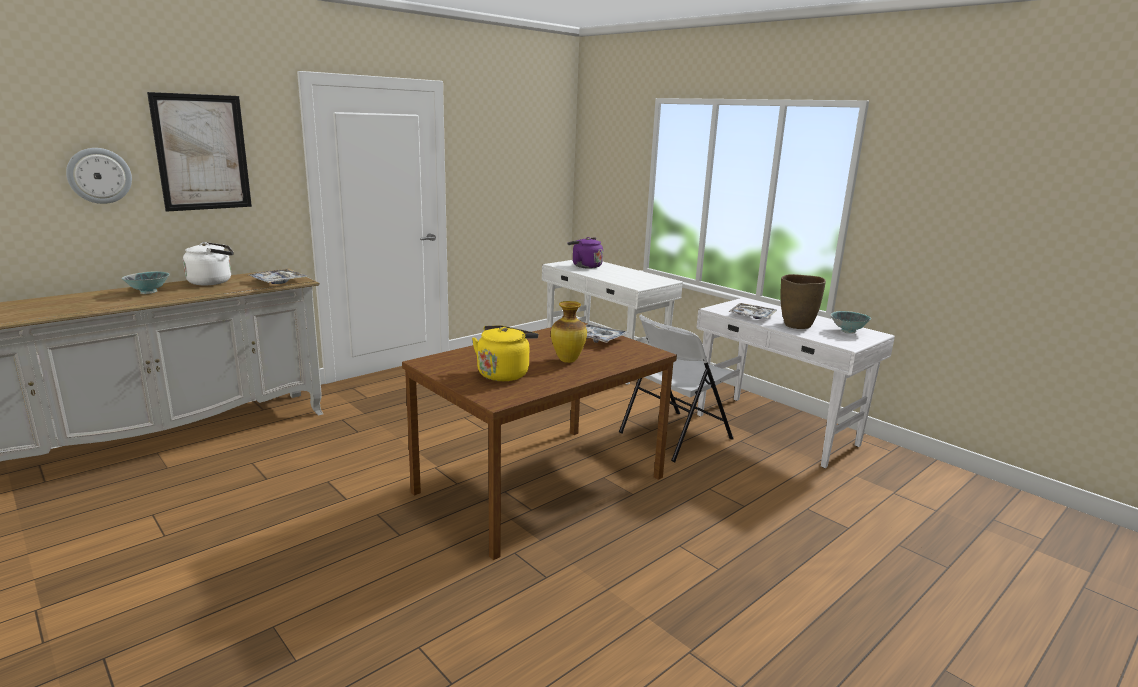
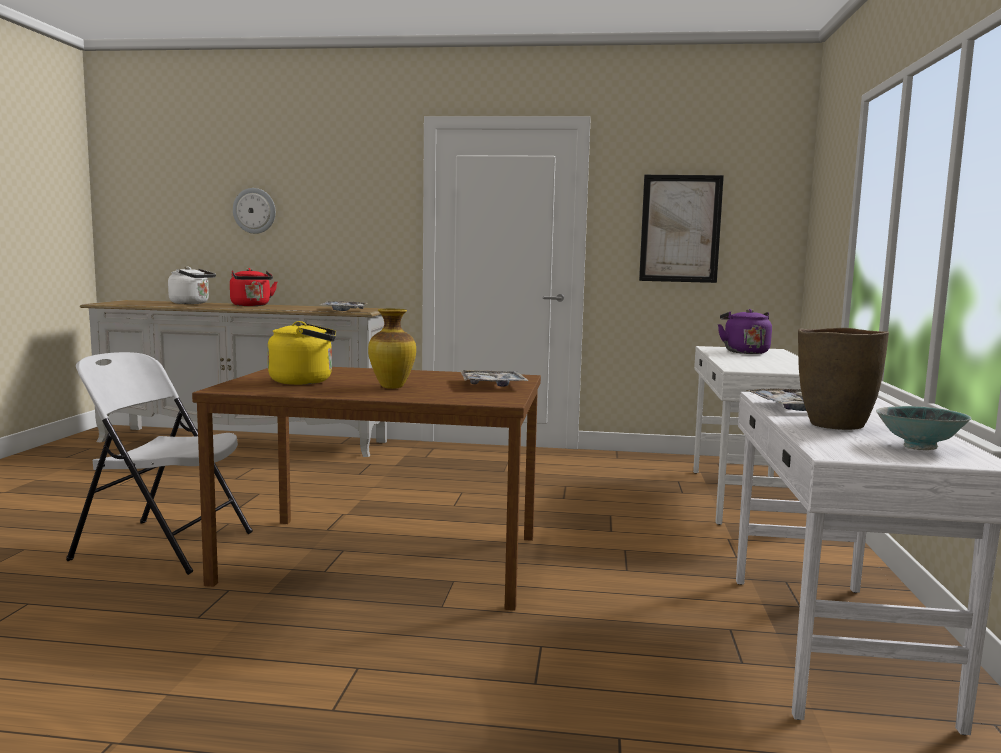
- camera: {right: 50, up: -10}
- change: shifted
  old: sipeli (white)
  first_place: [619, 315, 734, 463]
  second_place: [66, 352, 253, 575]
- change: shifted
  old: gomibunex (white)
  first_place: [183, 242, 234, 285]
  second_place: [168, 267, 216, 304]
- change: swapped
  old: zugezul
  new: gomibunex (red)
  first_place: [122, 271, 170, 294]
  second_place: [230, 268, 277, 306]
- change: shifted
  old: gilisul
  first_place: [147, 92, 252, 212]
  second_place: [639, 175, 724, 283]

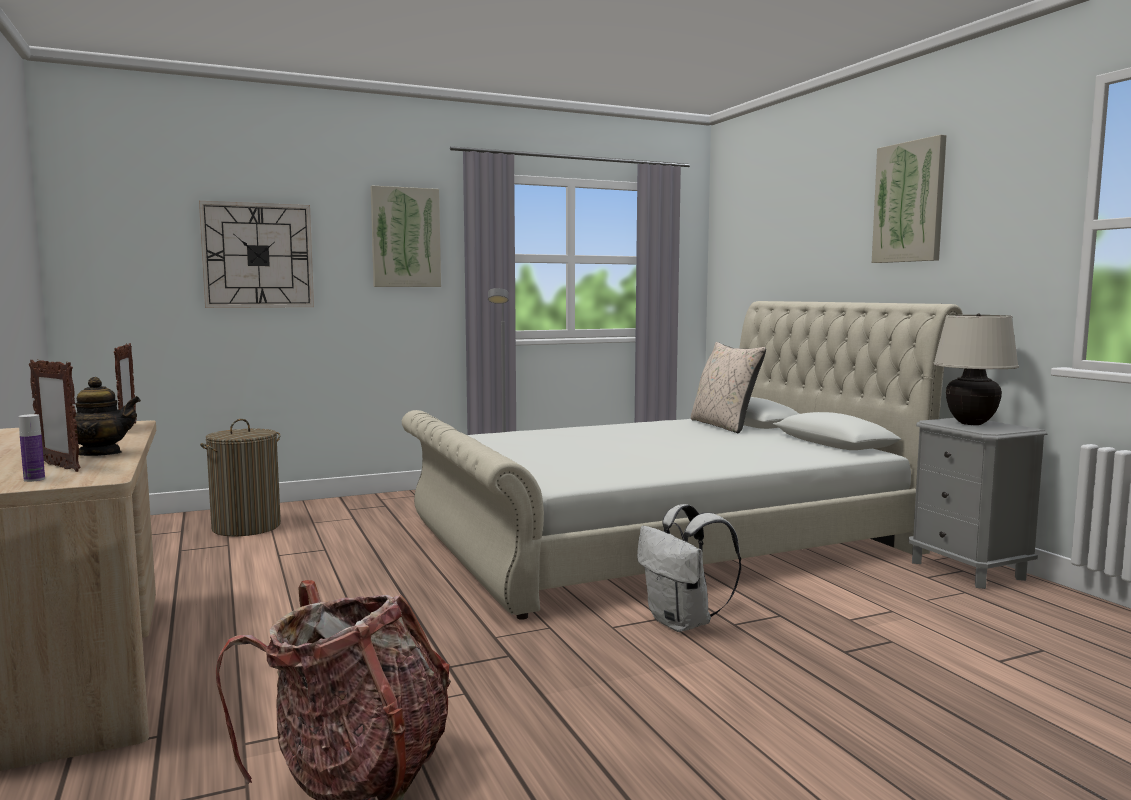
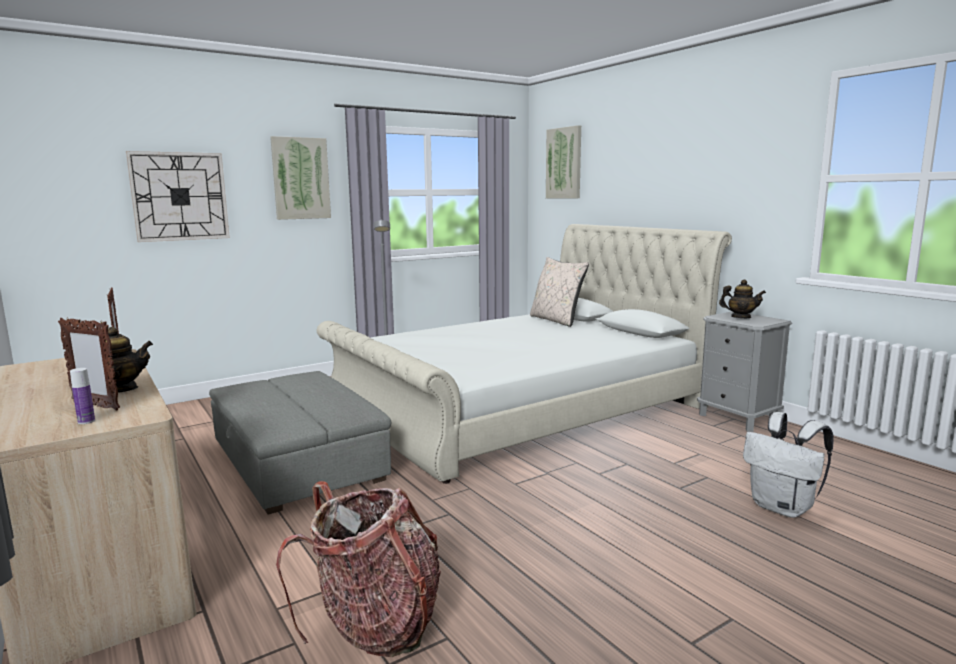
- camera: {right: -10, up: 5}
- change: new
  new: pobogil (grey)
  second_place: [209, 371, 391, 515]
- change: shifted
  old: gilisul
  first_place: [872, 135, 947, 263]
  second_place: [546, 125, 581, 198]
- change: swapped
  old: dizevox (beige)
  new: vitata
  first_place: [933, 314, 1019, 425]
  second_place: [719, 279, 766, 318]
- change: shifted
  old: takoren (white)
  first_place: [637, 504, 741, 632]
  second_place: [743, 412, 834, 518]
- change: gone
  old: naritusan
  first_place: [200, 419, 281, 536]

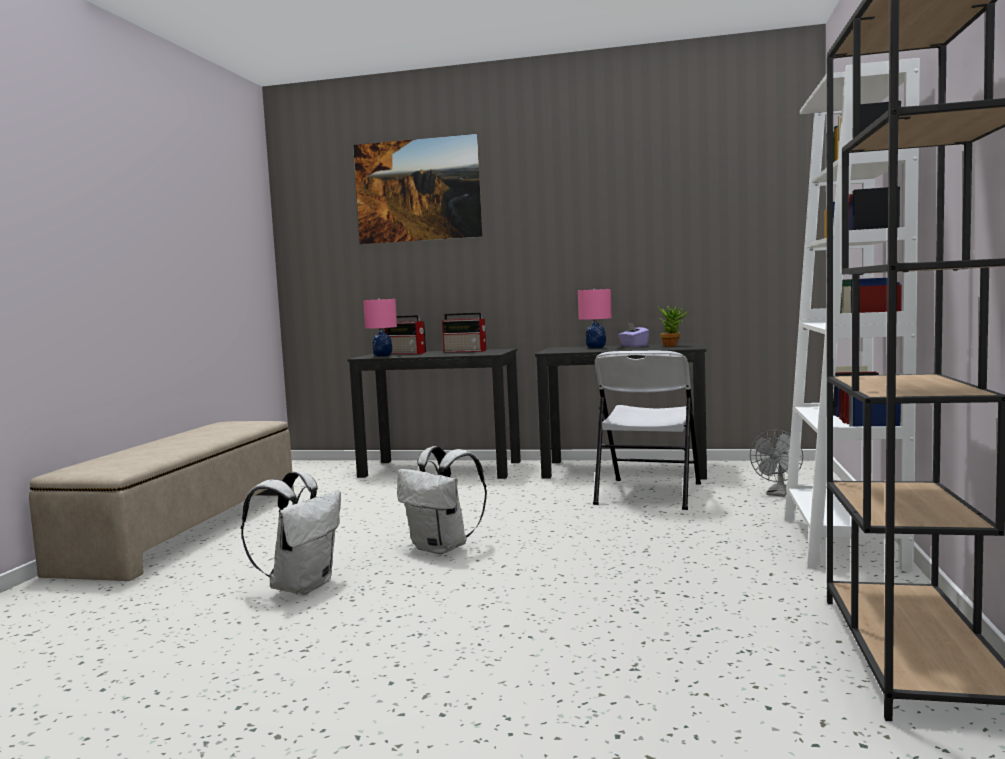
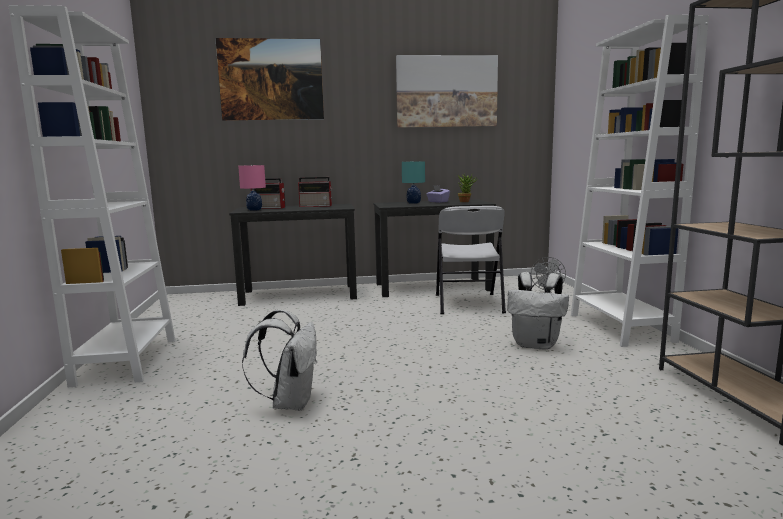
- camera: {right: -20, up: 5}
- change: swapped
  old: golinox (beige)
  new: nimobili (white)
  first_place: [29, 421, 294, 581]
  second_place: [8, 5, 176, 387]
- change: new
  new: gilisul
  second_place: [396, 55, 498, 128]
- change: repainted
  old: dizevox (pink)
  new: dizevox (turquoise)
  first_place: [578, 289, 612, 348]
  second_place: [402, 161, 425, 204]
- change: shifted
  old: takoren (white)
  first_place: [397, 446, 487, 555]
  second_place: [507, 272, 569, 350]

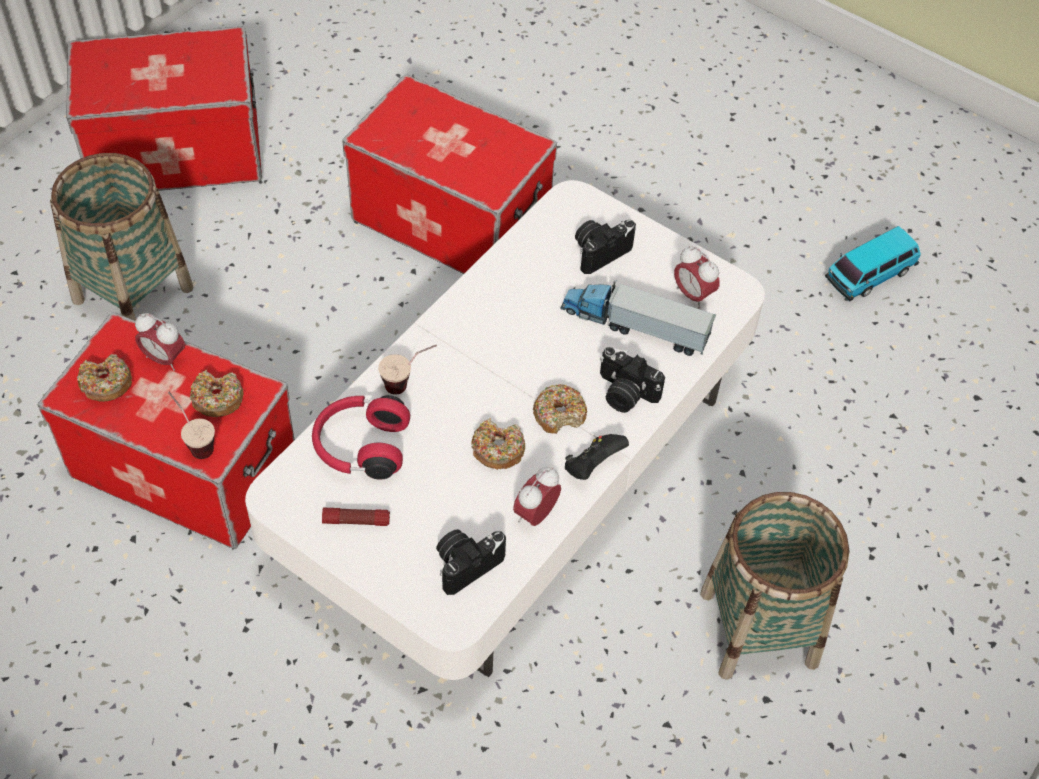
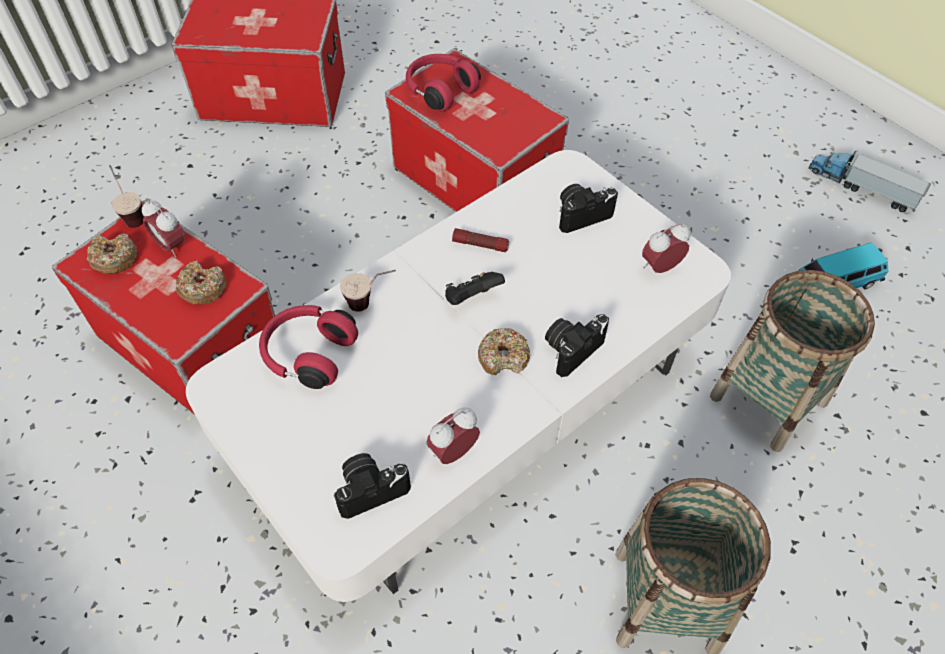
- camera: {right: 15, up: 0}
- change: shifted
  old: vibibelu
  first_place: [168, 392, 215, 459]
  second_place: [109, 165, 144, 228]
- change: new
  new: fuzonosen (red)
  second_place: [406, 54, 481, 111]
- change: shifted
  old: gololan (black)
  first_place: [565, 434, 629, 480]
  second_place: [445, 272, 505, 305]
- change: shifted
  old: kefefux
  first_place: [322, 508, 390, 526]
  second_place: [452, 228, 509, 252]
- change: rotated
  old: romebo
  first_place: [600, 347, 665, 413]
  second_place: [545, 314, 609, 377]
  degrees: 90
- change: rotated
  old: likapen
  first_place: [674, 246, 719, 309]
  second_place: [642, 223, 691, 273]
  degrees: 90
- change: shifted
  old: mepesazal
  first_place: [50, 153, 194, 321]
  second_place: [710, 270, 875, 452]
- change: shifted
  old: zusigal
  first_place: [561, 280, 716, 356]
  second_place: [808, 151, 931, 212]
- change: gone
  old: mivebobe
  first_place: [471, 418, 525, 470]

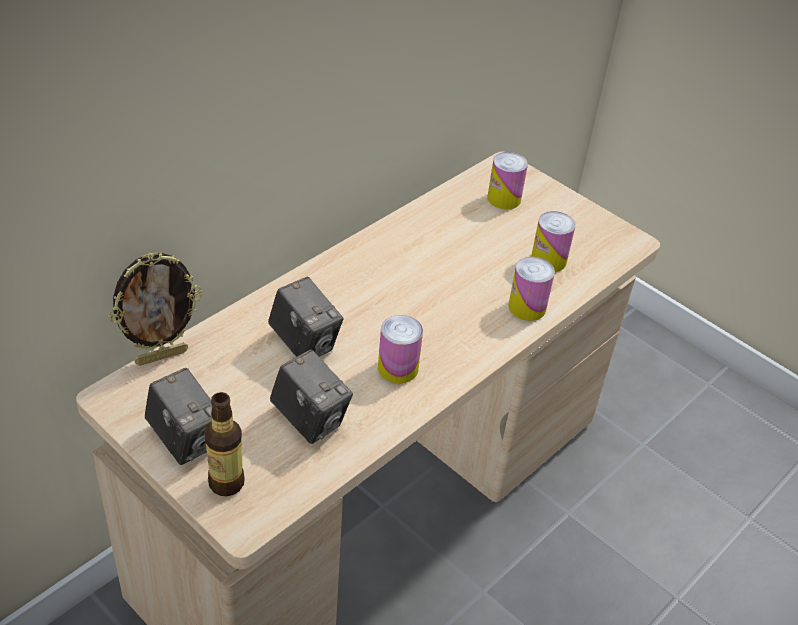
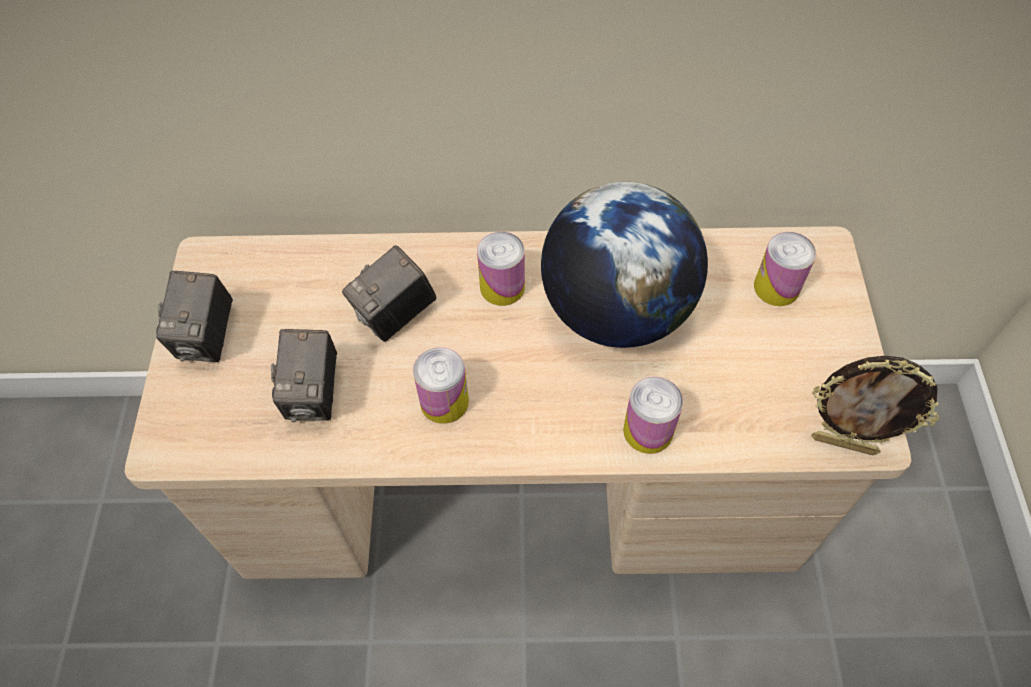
- camera: {right: 50, up: 15}
- change: rotated
  old: romebo
  first_place: [268, 277, 344, 357]
  second_place: [342, 245, 437, 342]
  degrees: 45
- change: shifted
  old: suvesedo
  first_place: [531, 211, 576, 272]
  second_place: [477, 232, 525, 306]
- change: new
  new: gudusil
  second_place: [541, 182, 708, 348]
- change: shifted
  old: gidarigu
  first_place: [109, 252, 202, 366]
  second_place: [811, 356, 939, 455]
- change: gone
  old: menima
  first_place: [204, 392, 245, 496]

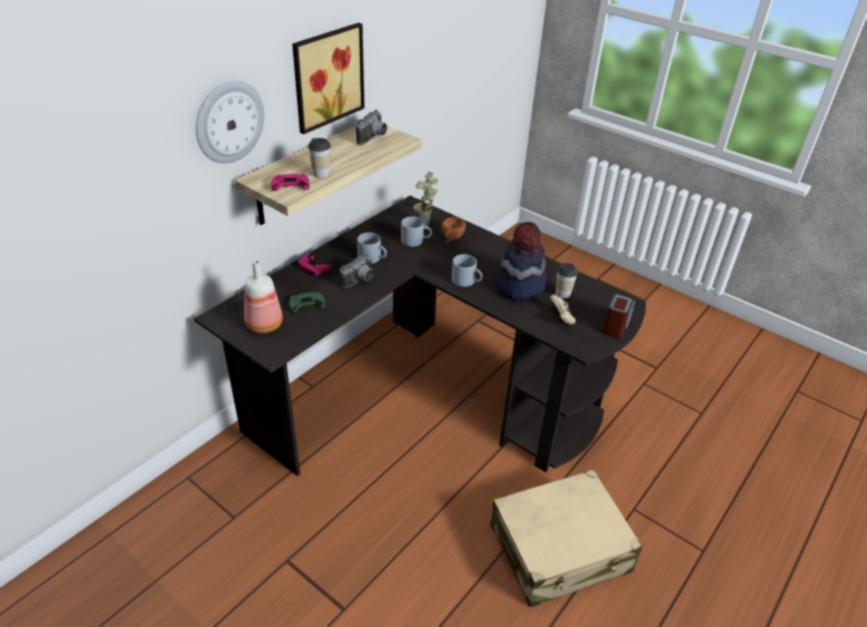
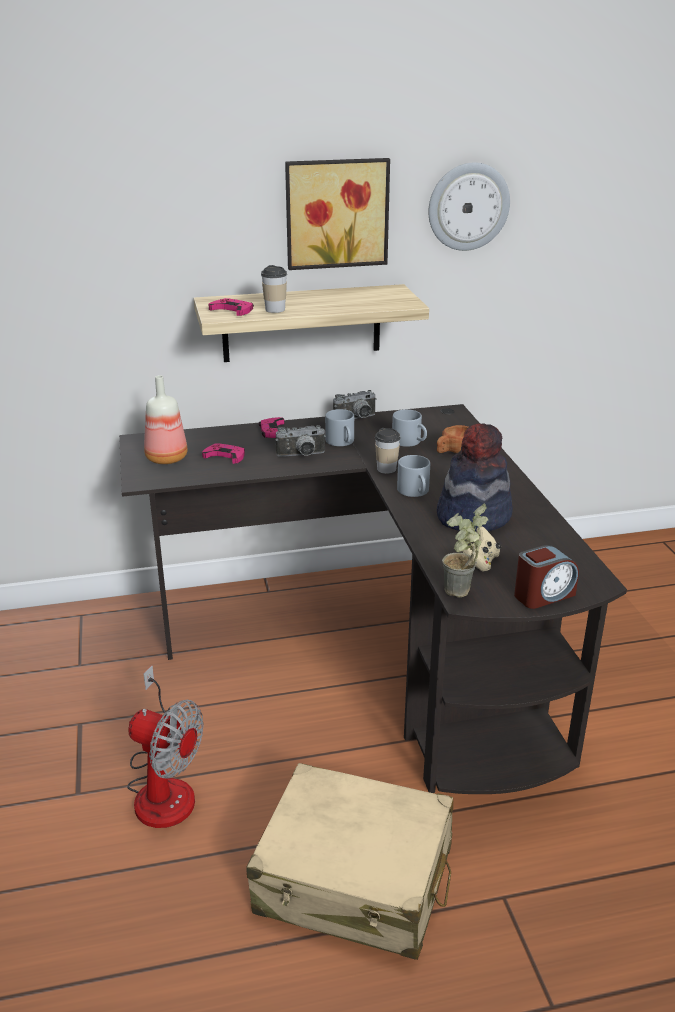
- camera: {right: 40, up: -10}
- change: new
  new: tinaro
  second_place: [127, 666, 204, 828]
- change: repainted
  old: gololan (green)
  new: gololan (pink)
  first_place: [289, 292, 325, 313]
  second_place: [202, 443, 245, 464]
- change: shifted
  old: romebo
  first_place: [356, 110, 387, 145]
  second_place: [333, 390, 377, 419]
- change: shifted
  old: vibibelu
  first_place: [556, 263, 578, 299]
  second_place: [375, 428, 401, 474]
- change: shifted
  old: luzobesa
  first_place: [196, 81, 264, 163]
  second_place: [428, 162, 510, 251]
- change: shifted
  old: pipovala
  first_place: [414, 172, 438, 226]
  second_place: [442, 504, 488, 597]

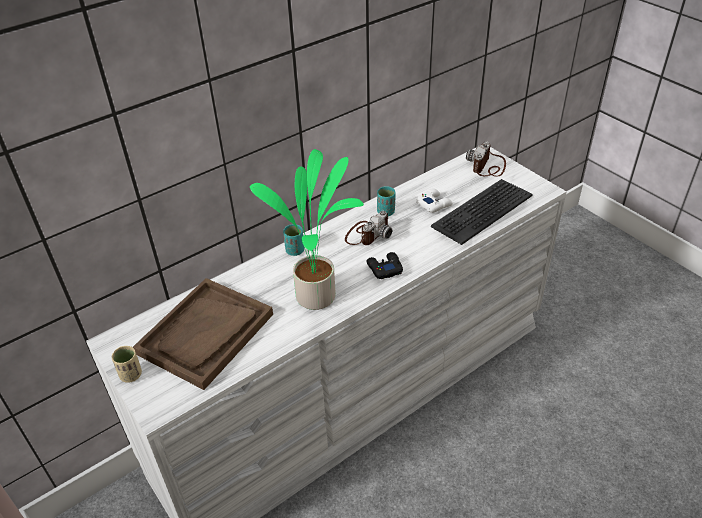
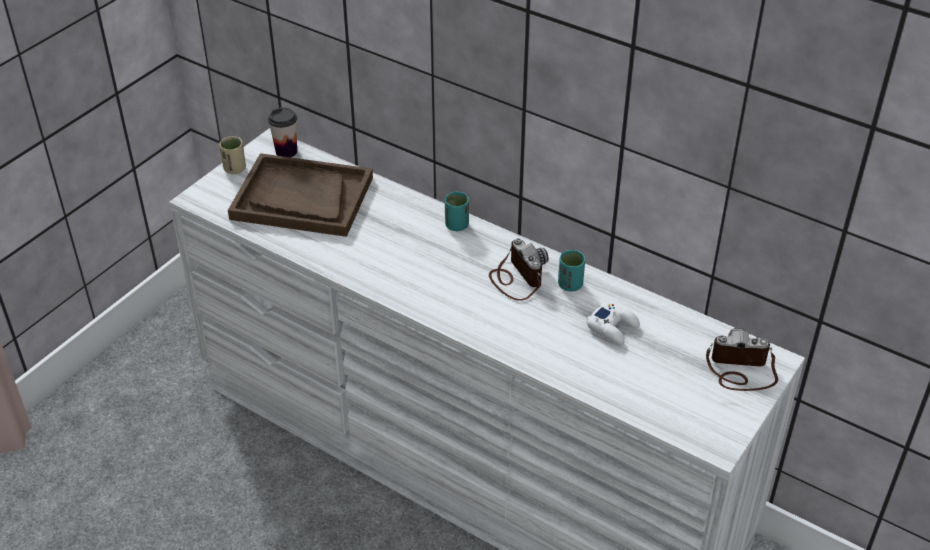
- camera: {right: 70, up: 0}
- change: new
  new: vibibelu
  second_place: [268, 108, 297, 157]
- change: rotated
  old: romebo
  first_place: [345, 211, 392, 245]
  second_place: [489, 238, 549, 301]
  degrees: -135
- change: gone
  old: pipovala
  first_place: [250, 149, 364, 310]
- change: gone
  old: gololan (black)
  first_place: [366, 252, 403, 279]
- change: gone
  old: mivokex
  first_place: [431, 179, 533, 245]

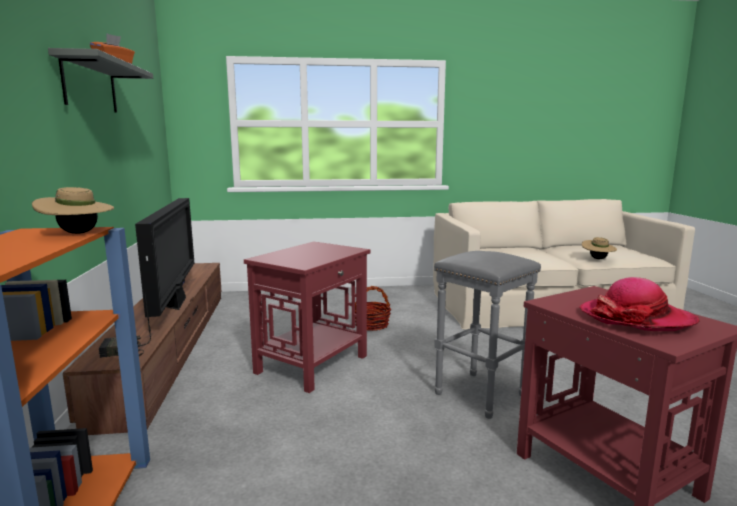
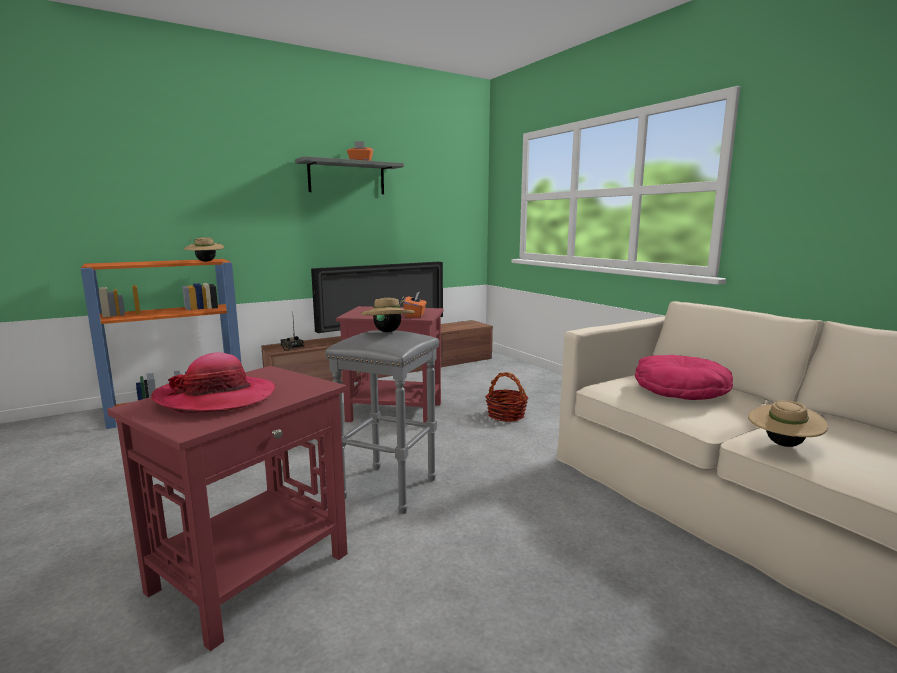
- camera: {right: 65, up: 0}
- change: new
  new: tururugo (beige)
  second_place: [361, 296, 415, 332]
- change: new
  new: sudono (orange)
  second_place: [403, 291, 427, 318]
- change: new
  new: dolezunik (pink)
  second_place: [635, 355, 733, 400]

